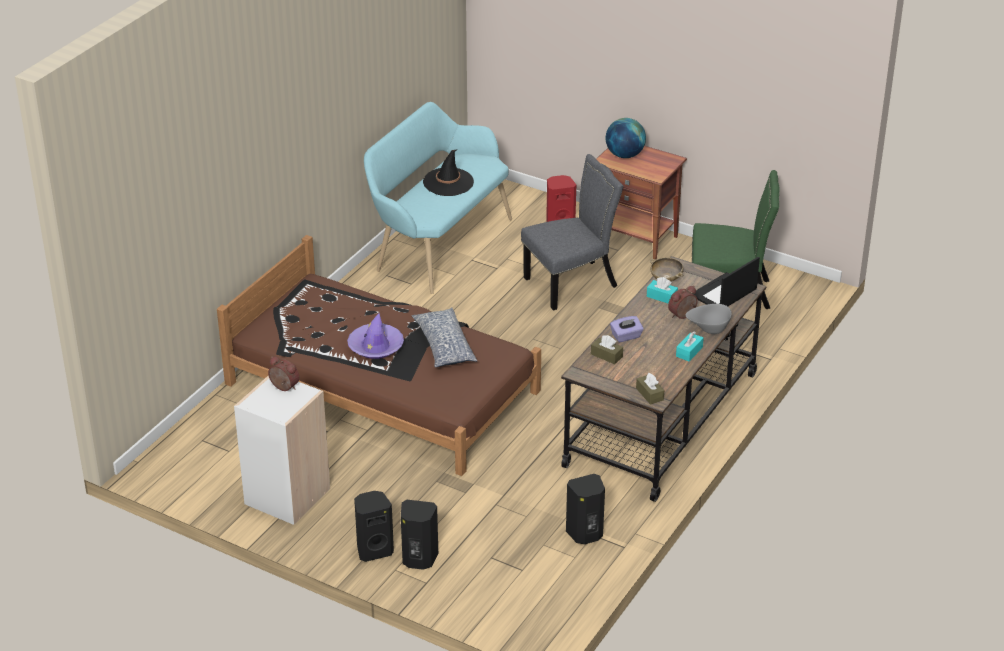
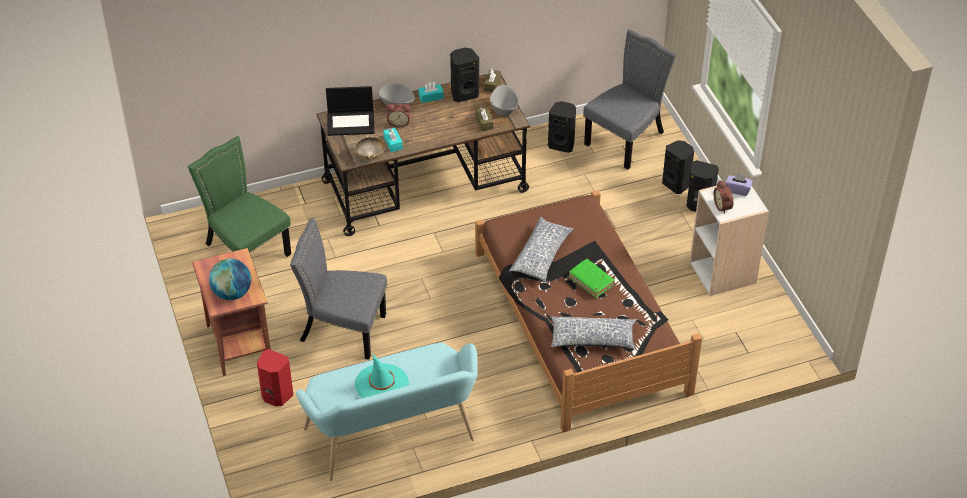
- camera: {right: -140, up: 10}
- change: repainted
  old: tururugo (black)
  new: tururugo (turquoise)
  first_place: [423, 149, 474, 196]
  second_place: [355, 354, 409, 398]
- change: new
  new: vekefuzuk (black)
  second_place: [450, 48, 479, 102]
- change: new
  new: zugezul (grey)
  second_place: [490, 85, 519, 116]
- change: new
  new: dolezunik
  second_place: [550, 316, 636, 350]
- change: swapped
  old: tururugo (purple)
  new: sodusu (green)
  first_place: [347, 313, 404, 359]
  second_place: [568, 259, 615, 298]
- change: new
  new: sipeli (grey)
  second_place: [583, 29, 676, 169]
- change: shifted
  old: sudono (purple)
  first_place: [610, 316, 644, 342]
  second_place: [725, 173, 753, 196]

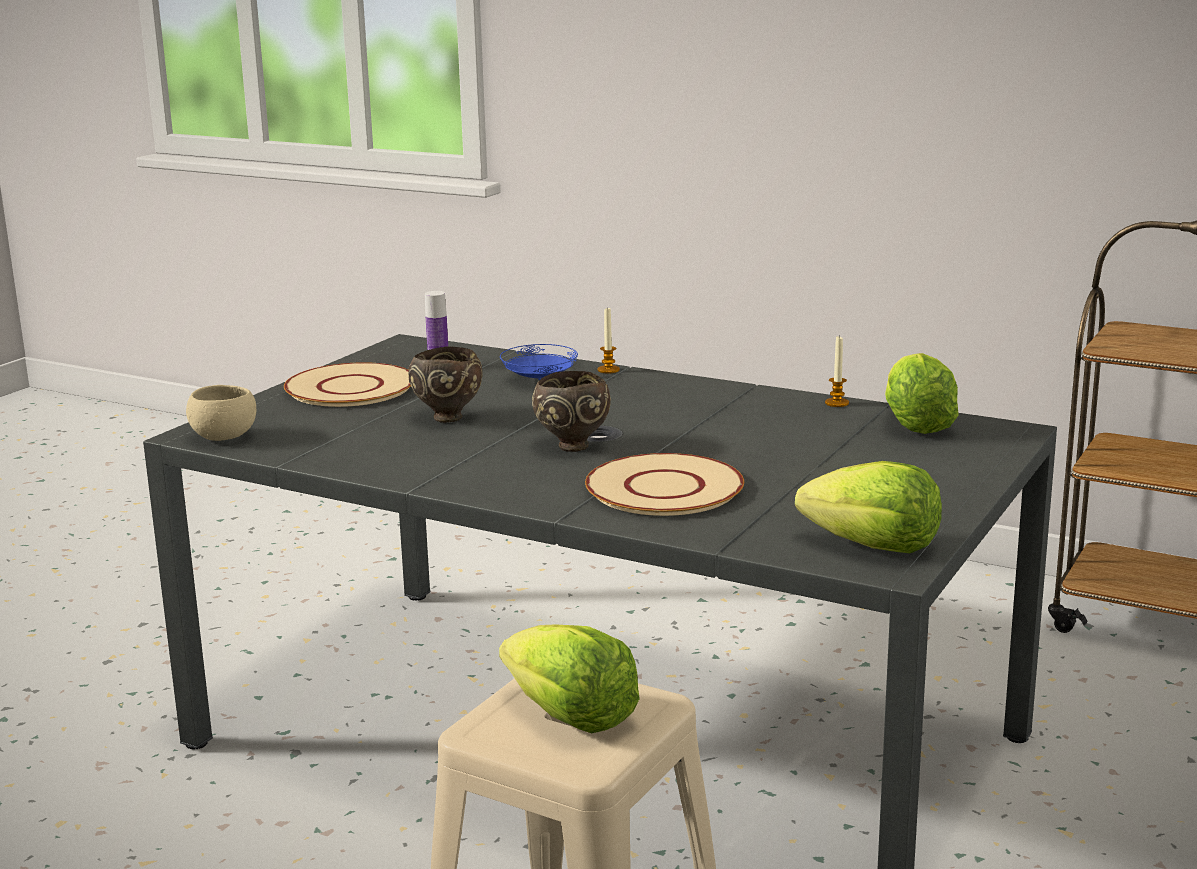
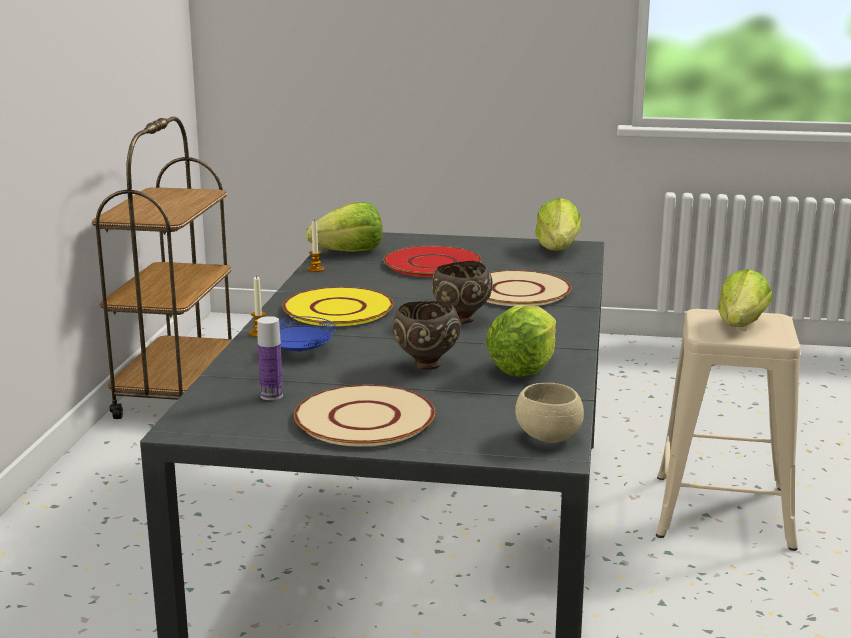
- camera: {right: -110, up: 0}
- change: new
  new: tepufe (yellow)
  second_place: [282, 287, 394, 326]
- change: new
  new: tepufe (red)
  second_place: [383, 246, 482, 277]
- change: new
  new: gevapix
  second_place: [485, 306, 556, 377]

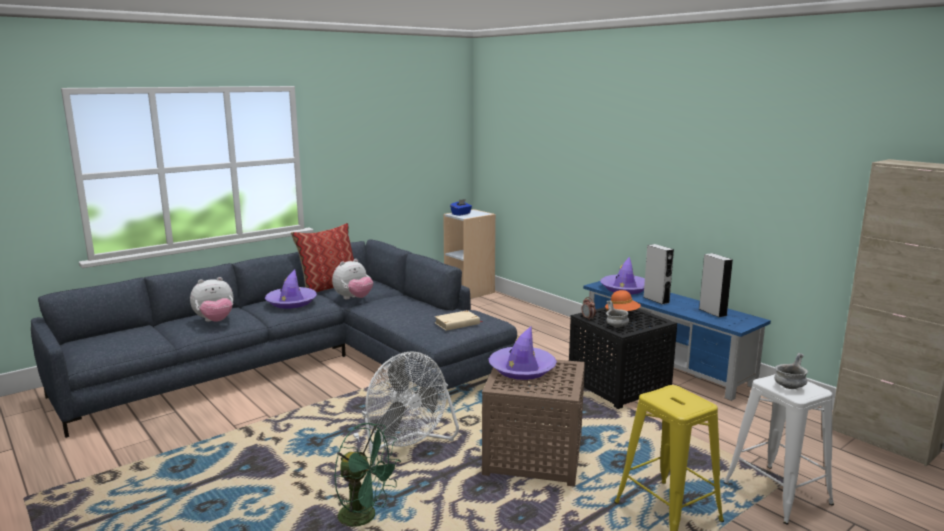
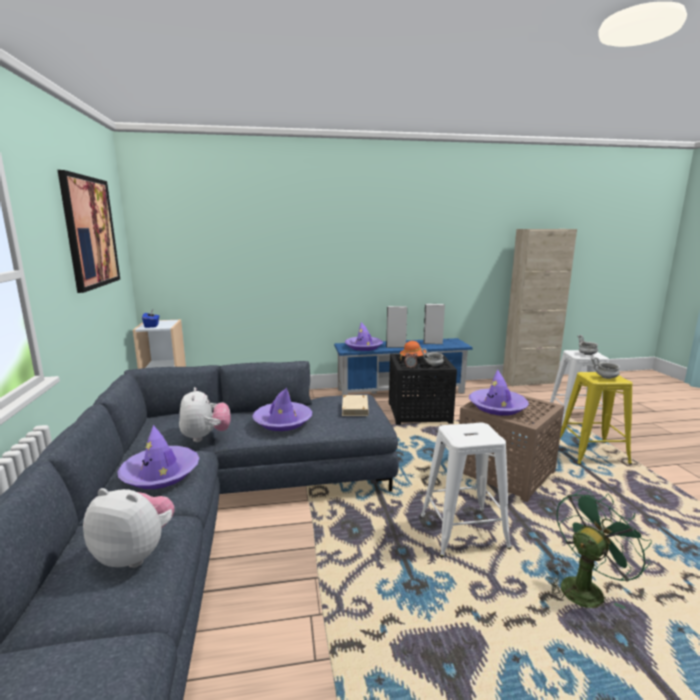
- camera: {right: -60, up: 0}
- change: new
  new: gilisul
  second_place: [58, 170, 120, 293]
- change: rotated
  old: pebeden
  first_place: [190, 277, 233, 322]
  second_place: [83, 488, 174, 568]
  degrees: -75
- change: new
  new: tururugo (purple)
  second_place: [252, 388, 312, 431]
- change: swapped
  old: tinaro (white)
  new: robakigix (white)
  first_place: [353, 352, 459, 467]
  second_place: [421, 423, 511, 557]
- change: new
  new: zugezul (grey)
  second_place: [591, 357, 620, 379]
- change: gone
  old: dolezunik
  first_place: [291, 223, 354, 292]

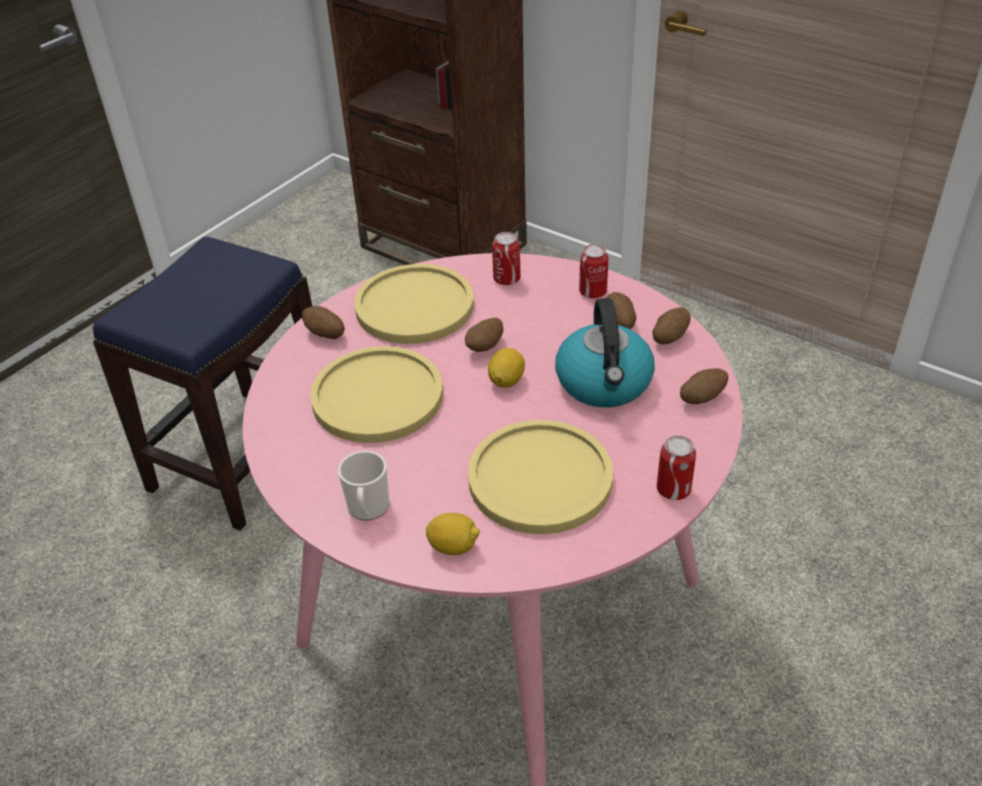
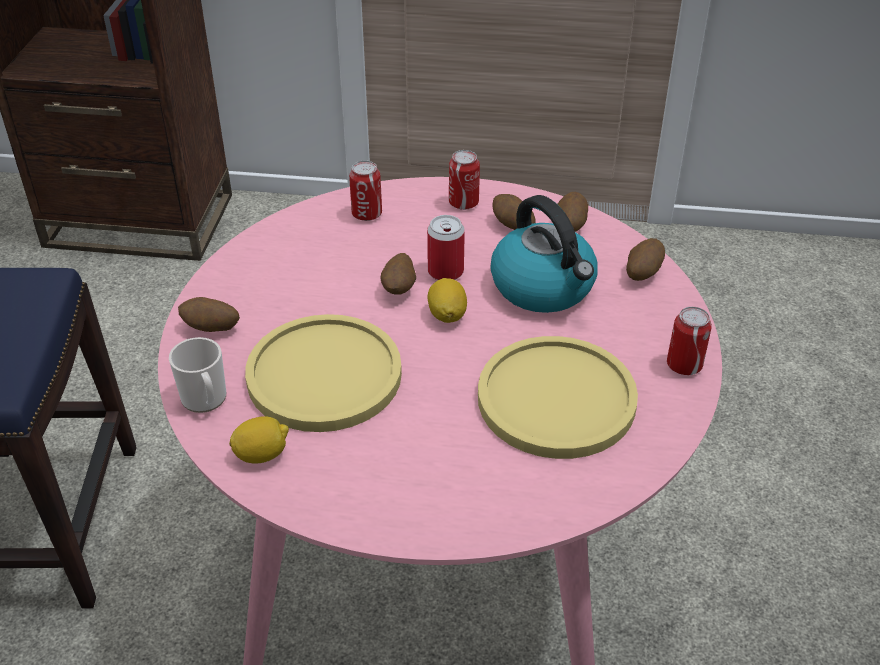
- camera: {right: -30, up: 0}
- change: shifted
  old: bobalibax
  first_place: [338, 451, 390, 521]
  second_place: [169, 337, 226, 413]
- change: shifted
  old: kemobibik
  first_place: [426, 513, 480, 555]
  second_place: [229, 416, 289, 464]
- change: new
  new: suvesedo
  second_place: [427, 215, 465, 280]
- change: gone
  old: tepufe (yellow)
  first_place: [354, 264, 474, 344]

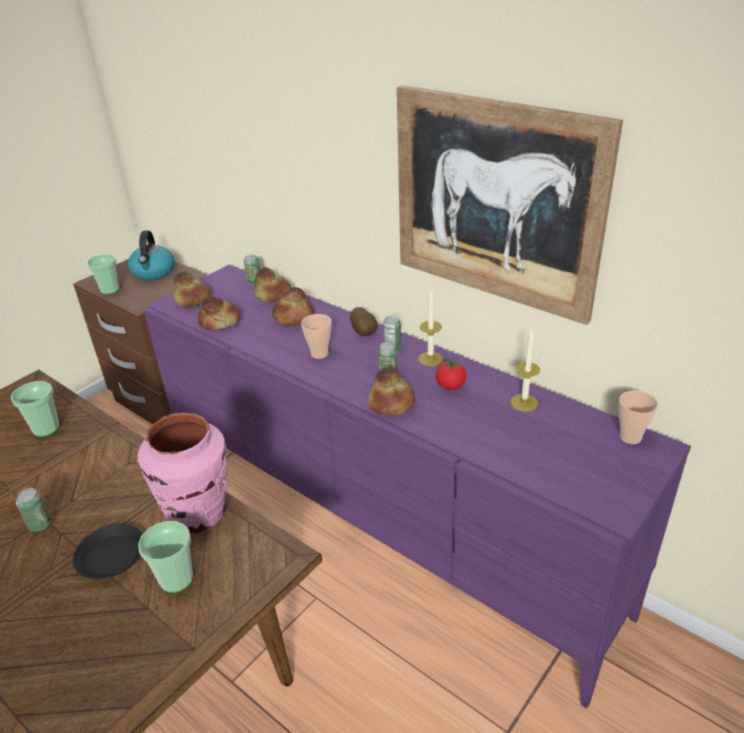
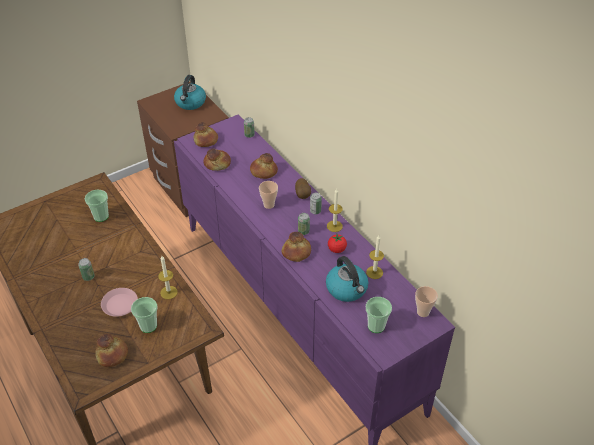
- camera: {right: 15, up: 10}
- change: shifted
  old: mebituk
  first_place: [254, 267, 291, 303]
  second_place: [95, 334, 128, 367]
- change: repainted
  old: tepufe (black)
  new: tepufe (pink)
  first_place: [73, 524, 143, 579]
  second_place: [101, 288, 138, 317]
- change: swapped
  old: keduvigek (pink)
  new: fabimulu
  first_place: [138, 412, 227, 533]
  second_place: [158, 256, 178, 299]
- change: new
  new: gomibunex
  second_place: [326, 256, 368, 302]
- change: shifted
  old: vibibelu
  first_place: [87, 254, 119, 295]
  second_place: [366, 297, 392, 333]
- change: gone
  old: gilisul
  first_place: [397, 85, 623, 325]

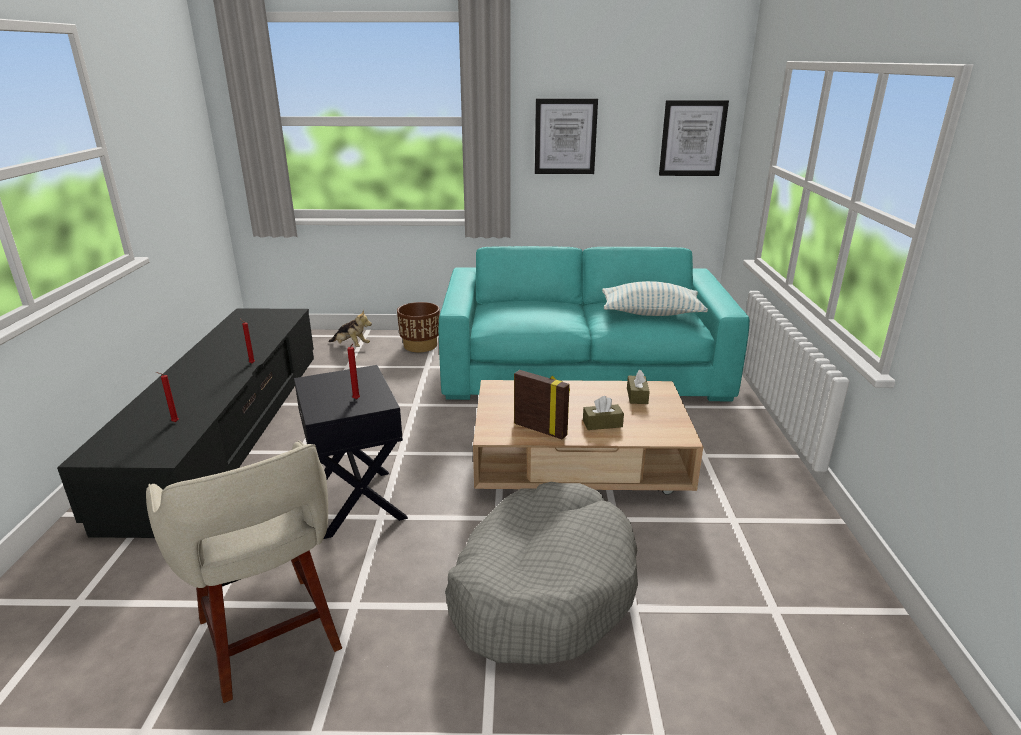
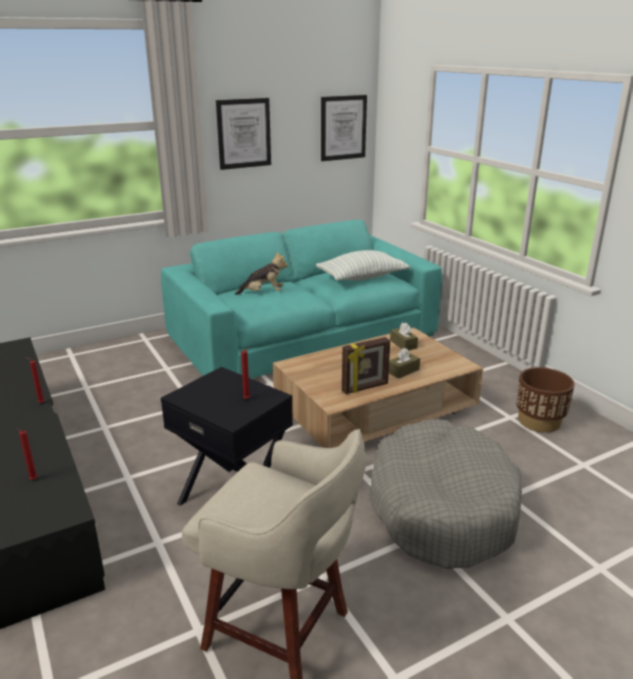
- camera: {right: -30, up: 0}
- change: shifted
  old: pebeden
  first_place: [329, 309, 372, 347]
  second_place: [235, 252, 288, 295]
- change: rotated
  old: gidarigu
  first_place: [514, 370, 570, 439]
  second_place: [342, 337, 390, 394]
  degrees: 150
- change: shifted
  old: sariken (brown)
  first_place: [397, 302, 440, 352]
  second_place: [516, 367, 575, 433]

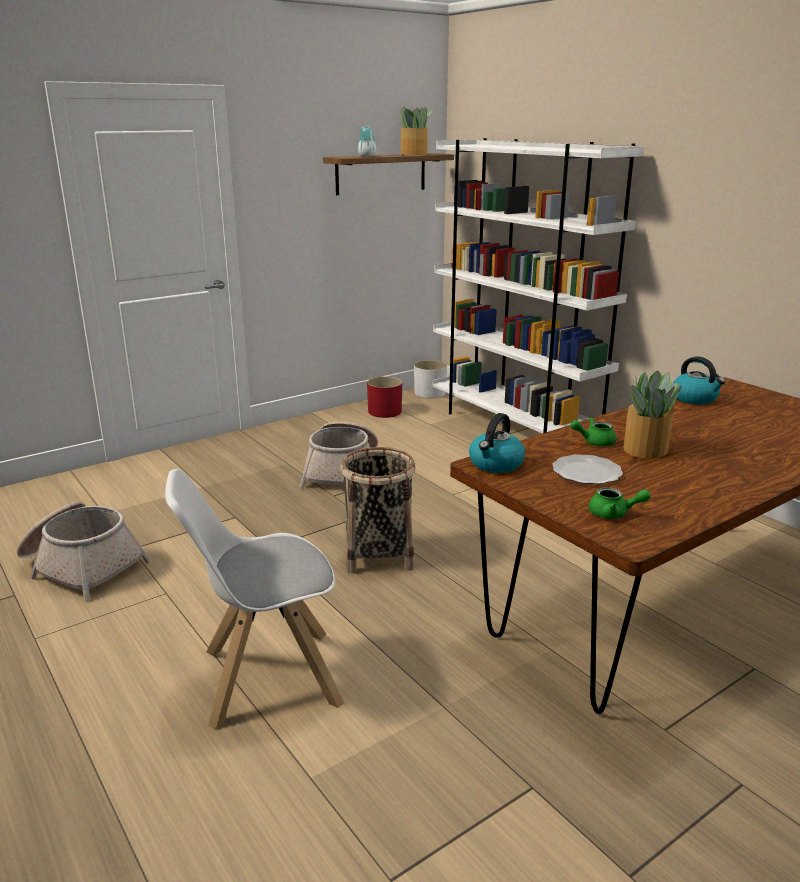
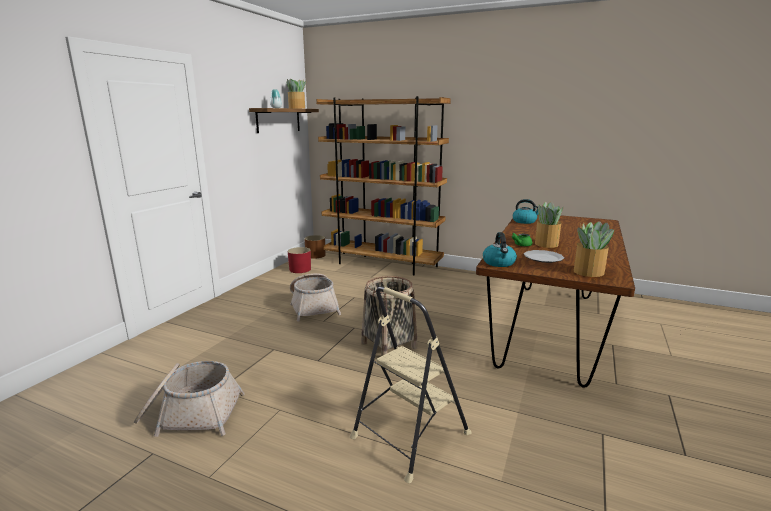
- camera: {right: -30, up: -5}
- change: repainted
  old: sariken (white)
  new: sariken (brown)
  first_place: [414, 360, 447, 399]
  second_place: [304, 235, 326, 259]
- change: repainted
  old: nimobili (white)
  new: nimobili (brown)
  first_place: [432, 138, 644, 434]
  second_place: [316, 96, 451, 276]
- change: swapped
  old: sipeli
  new: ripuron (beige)
  first_place: [165, 469, 344, 729]
  second_place: [350, 286, 472, 483]
- change: swapped
  old: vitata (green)
  new: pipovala
  first_place: [589, 487, 651, 519]
  second_place: [574, 221, 614, 277]

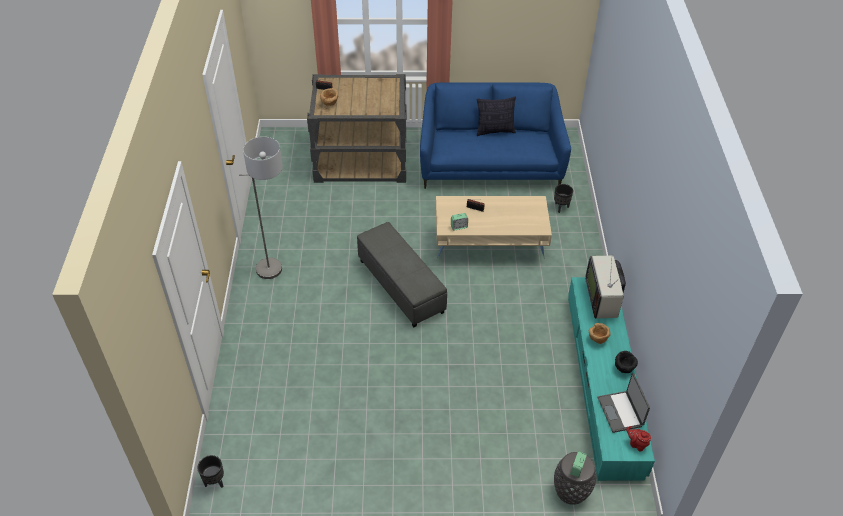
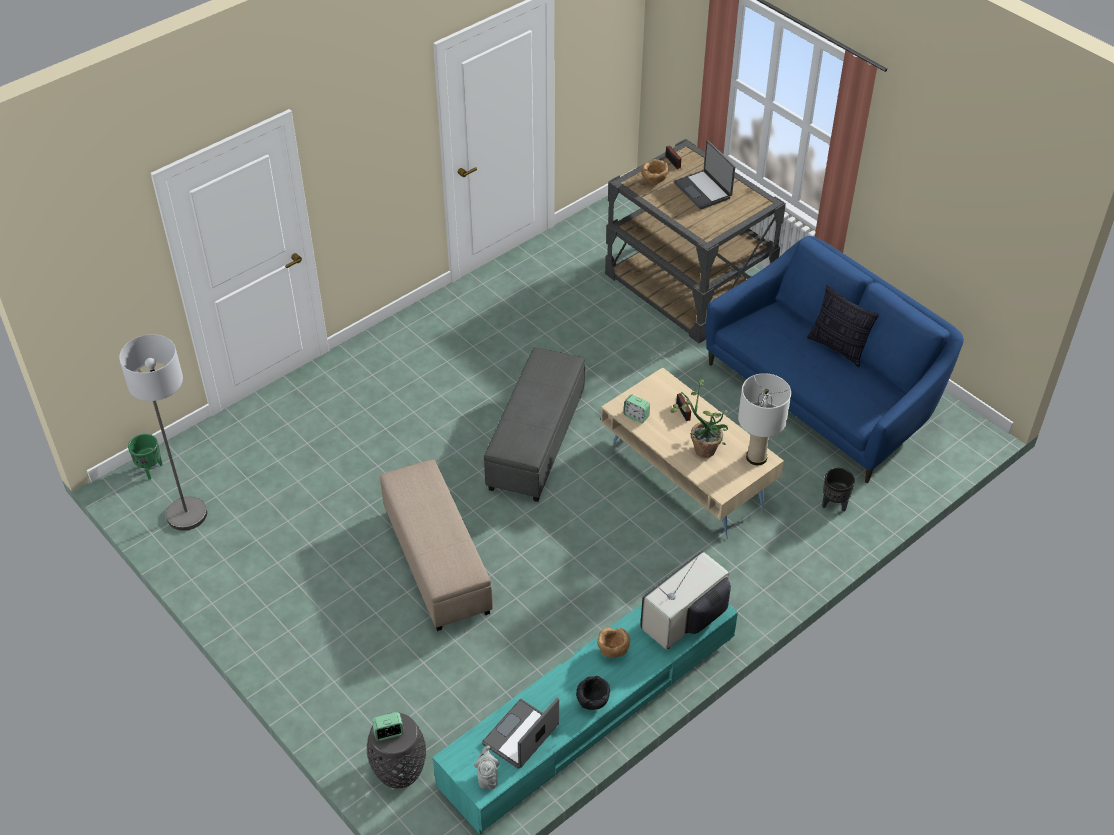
- camera: {right: 50, up: 0}
- change: shifted
  old: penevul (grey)
  first_place: [239, 137, 283, 279]
  second_place: [119, 334, 207, 531]
- change: repainted
  old: sariken (black)
  new: sariken (green)
  first_place: [197, 455, 224, 488]
  second_place: [128, 434, 163, 480]
- change: new
  new: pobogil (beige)
  second_place: [380, 459, 493, 631]
- change: repainted
  old: vitata (red)
  new: vitata (grey)
  first_place: [626, 426, 651, 451]
  second_place: [474, 746, 500, 789]
- change: new
  new: pipovala
  second_place: [670, 380, 728, 458]
- change: new
  new: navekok
  second_place: [674, 141, 735, 209]
- change: new
  new: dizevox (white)
  second_place: [738, 373, 791, 465]

